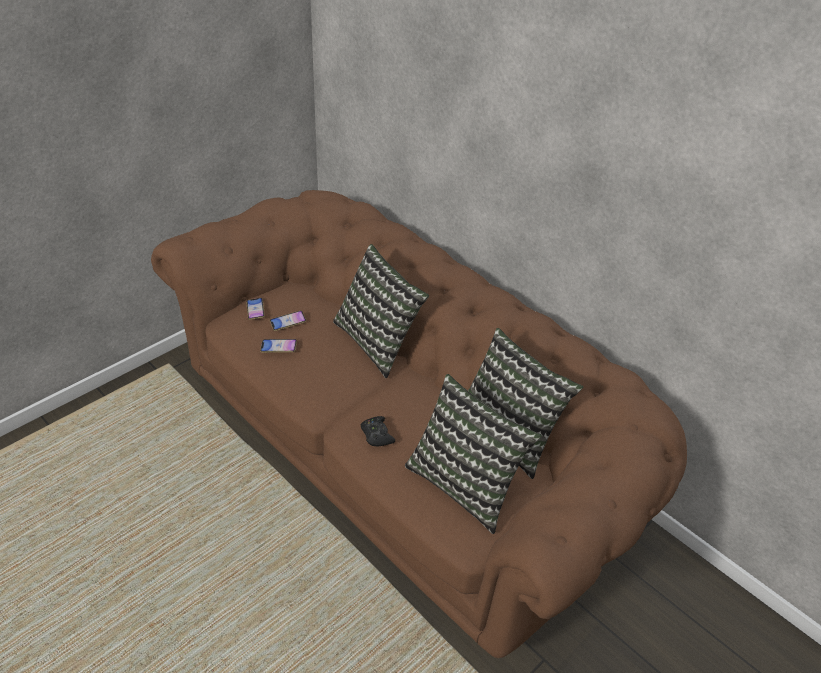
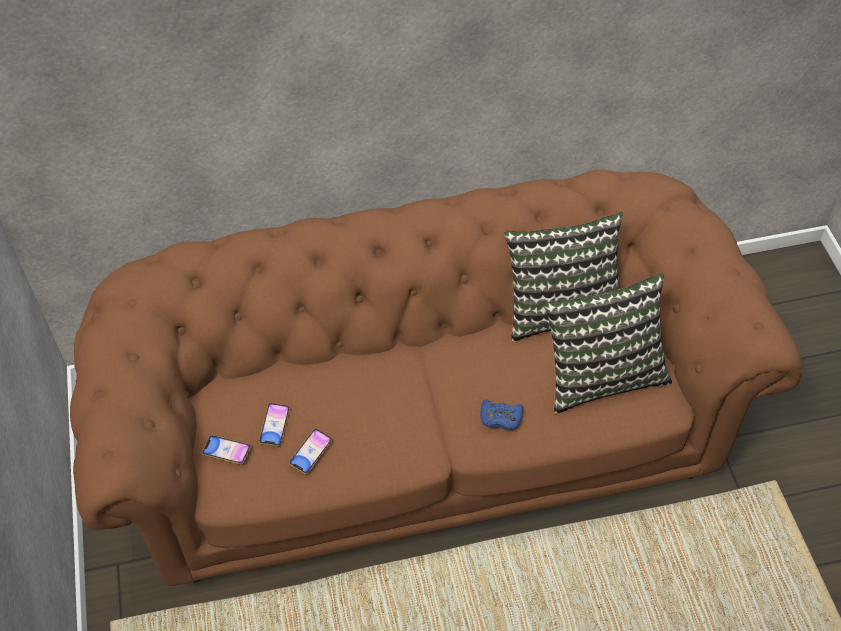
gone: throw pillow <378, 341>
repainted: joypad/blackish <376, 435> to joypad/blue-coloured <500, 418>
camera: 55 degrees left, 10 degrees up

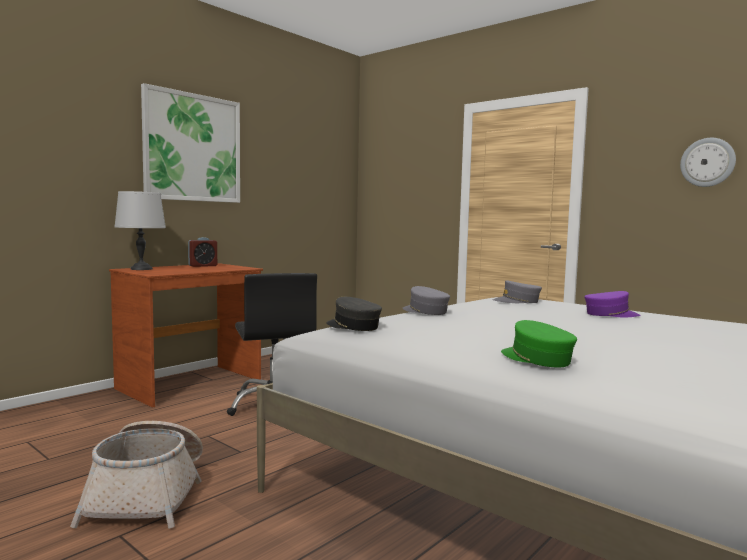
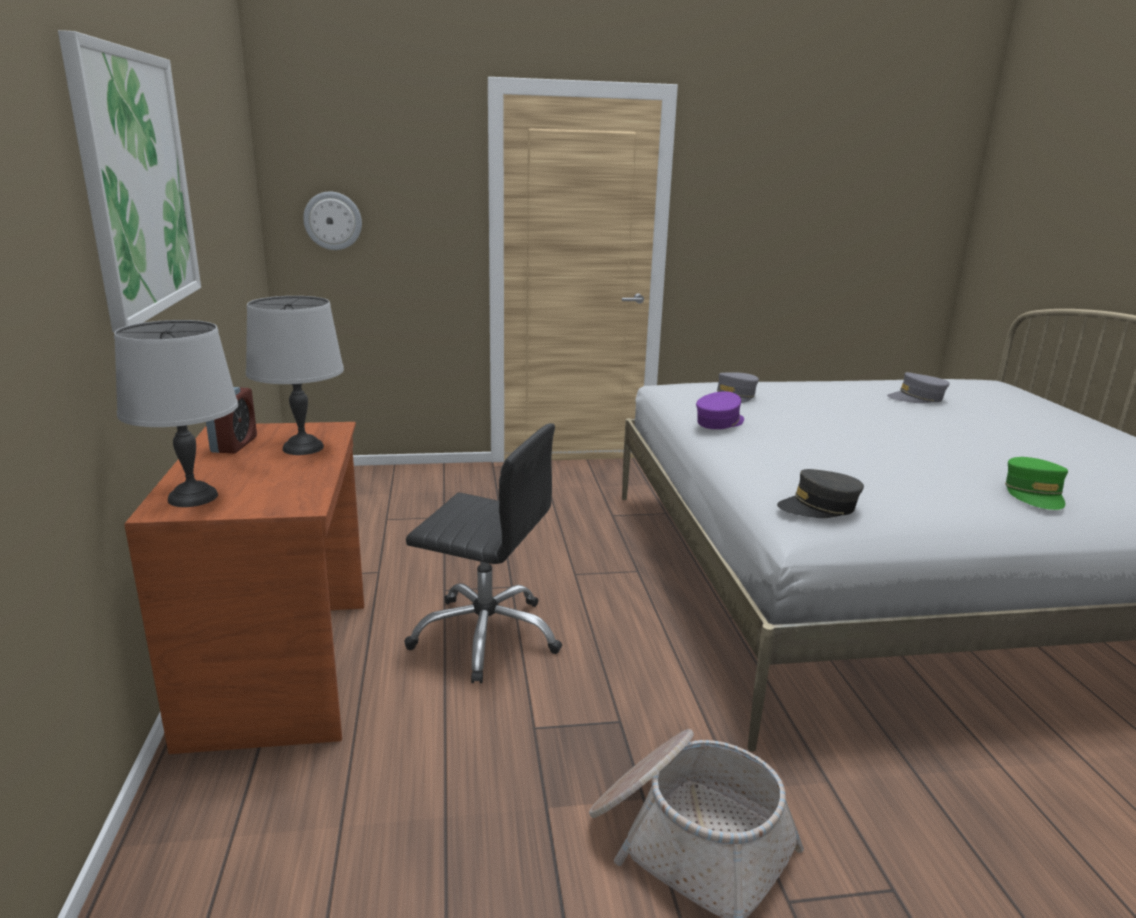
new: table lamp/grey <304, 448>
shifted: baseball cap/grey <425, 311> to <917, 398>; baseball cap/purple <610, 314> to <719, 422>; wall clock <707, 162> to <333, 221>
rotated: baseball cap/green-coloured <536, 359> = <1034, 494> 90 degrees counterclockwise
camera: 50 degrees left, 15 degrees up

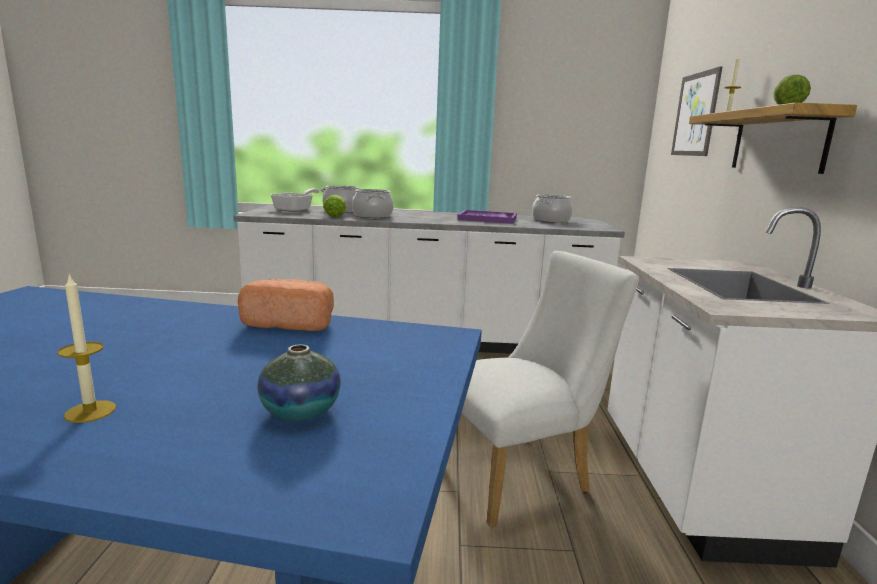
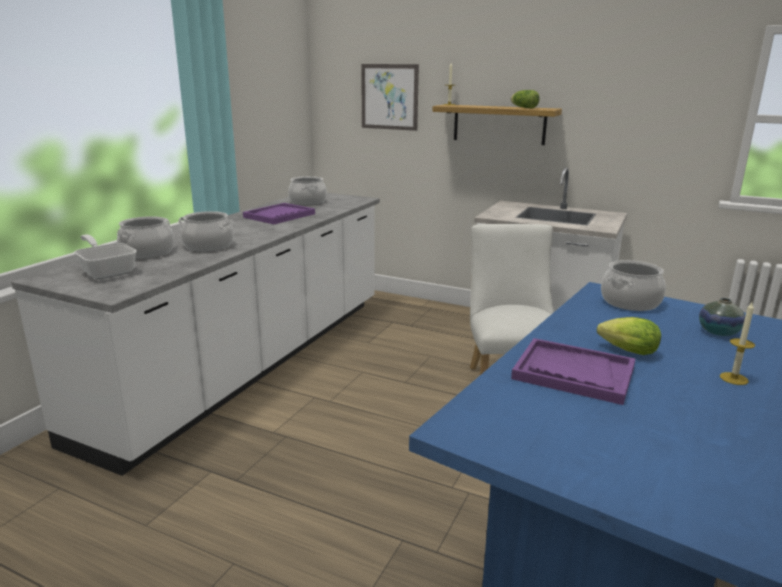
gone: baked bread <291, 323>
new: serving tray/purple <573, 373>; saucepot <630, 302>
shifted: lettuce head <336, 216> to <625, 351>
camera: 65 degrees left, 5 degrees up

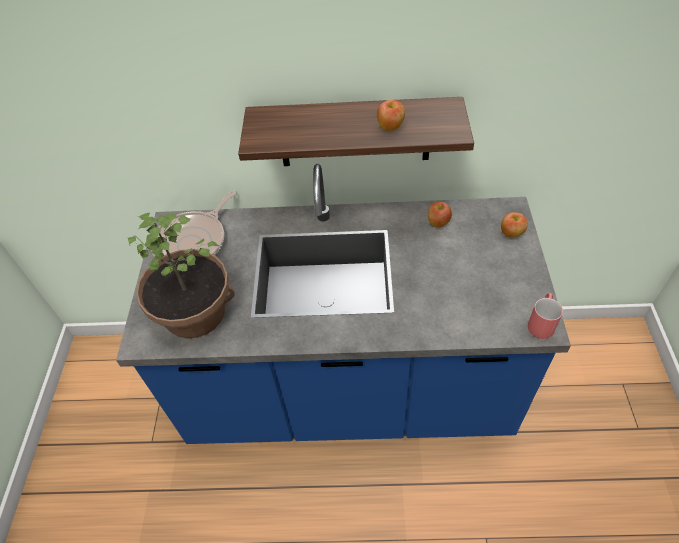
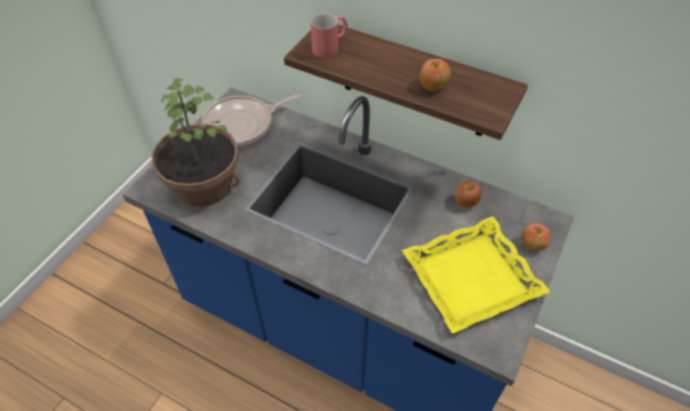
new: serving tray/yellow <472, 279>
shifted: tea mug/reddish <541, 322> to <330, 47>
camera: 25 degrees right, 0 degrees up

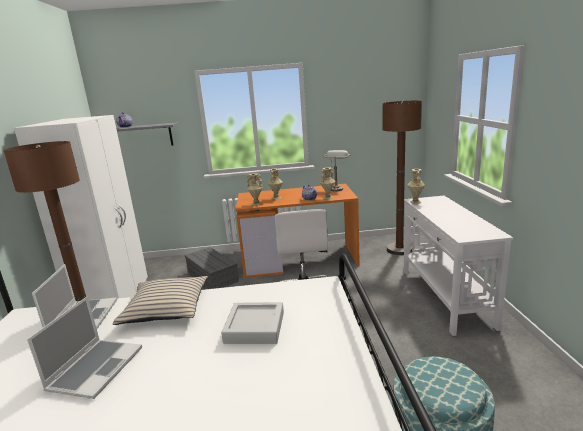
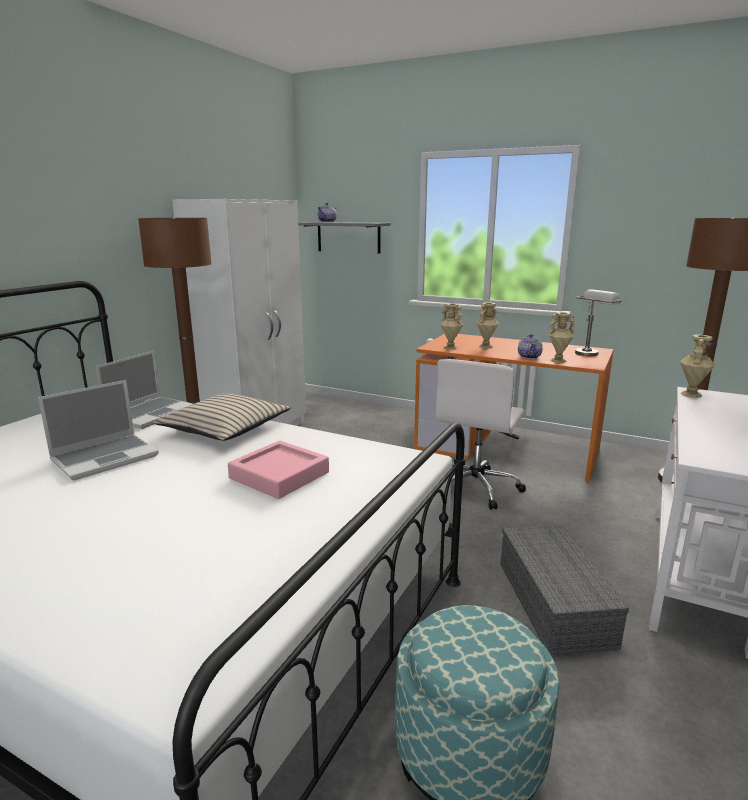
shifted: storage bin/grey <213, 276> to <556, 603>
repainted: serving tray/grey <254, 327> to serving tray/pinkish <279, 475>
camera: 30 degrees right, 0 degrees up

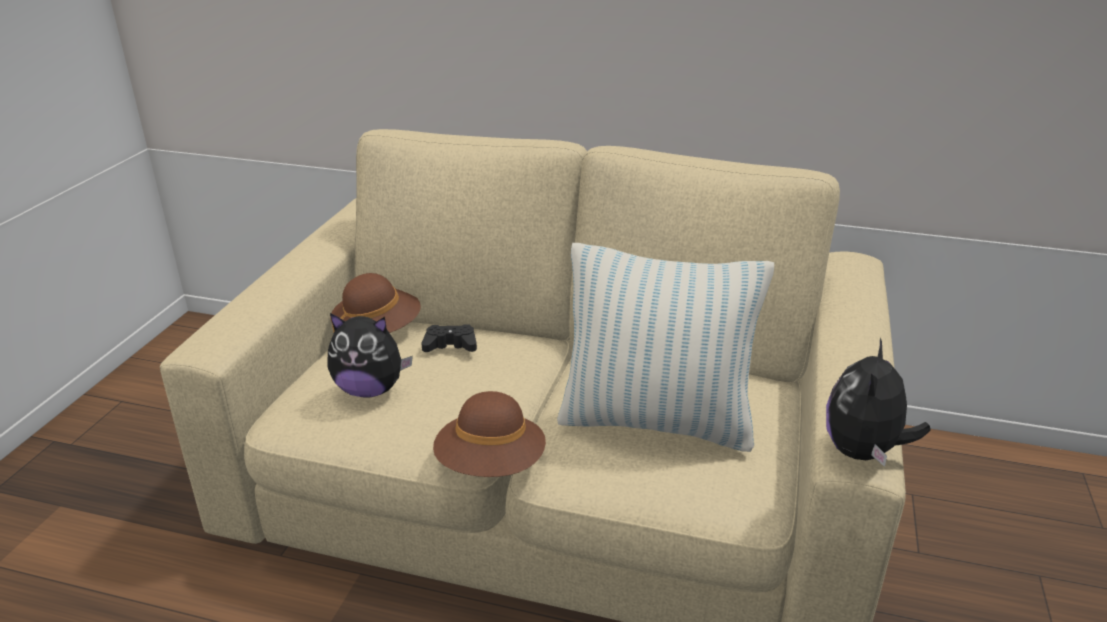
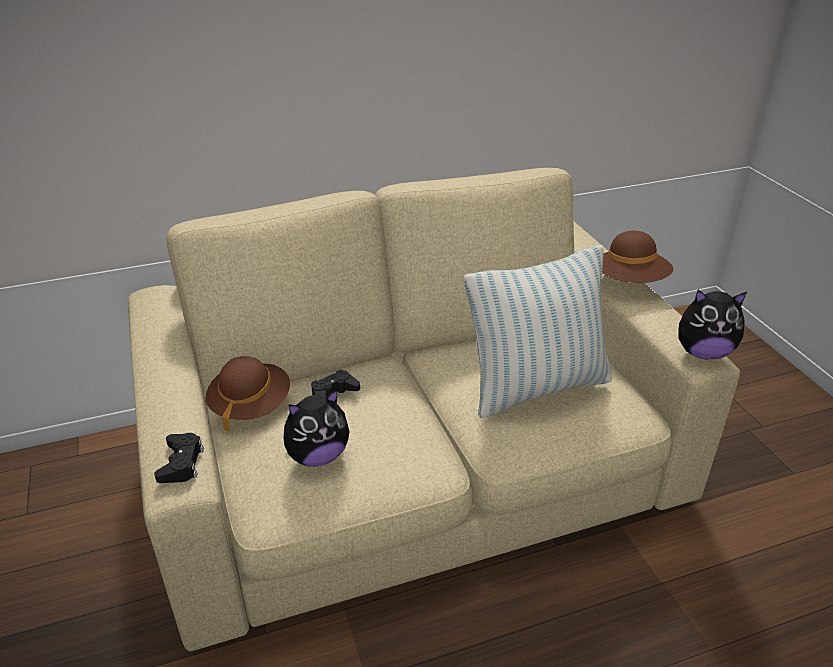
new: joypad/blackish <181, 463>
shifted: clothing hat/brown-coloured <491, 465> to <630, 281>
rotated: cuddly toy <863, 452> = <702, 352> 75 degrees counterclockwise
camera: 35 degrees left, 5 degrees up

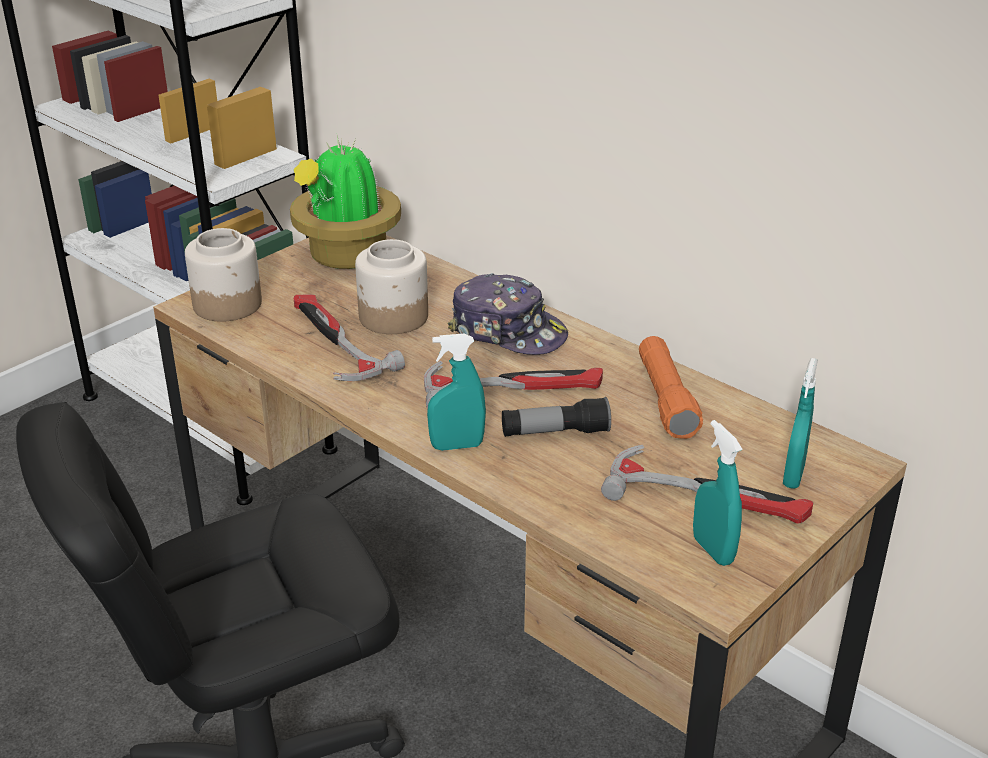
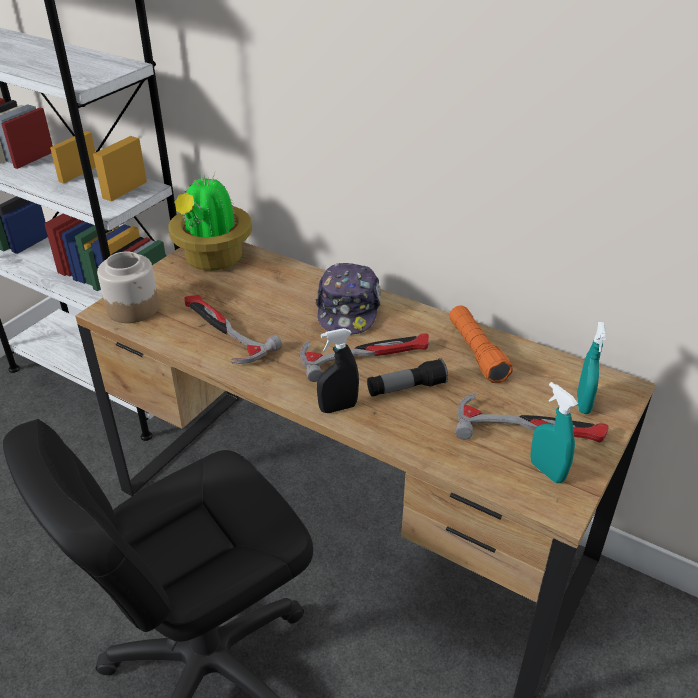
gone: storage jar <393, 317>
repainted: hand sprayer/turquoise <457, 446> to hand sprayer/blackish <338, 408>
rotated: baseball cap <508, 331> = <348, 309> 75 degrees clockwise
camera: 10 degrees left, 5 degrees up

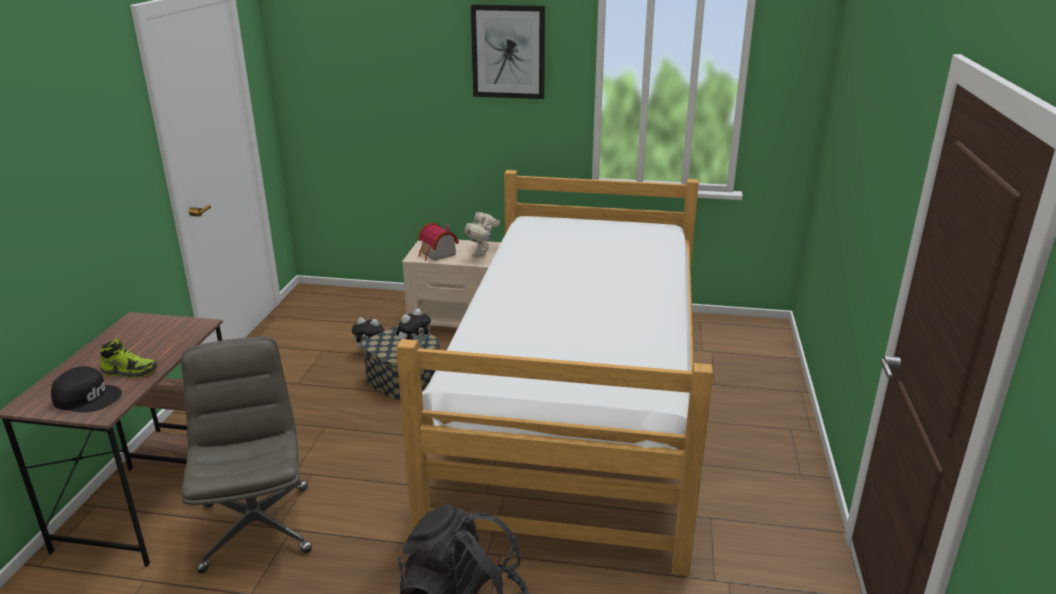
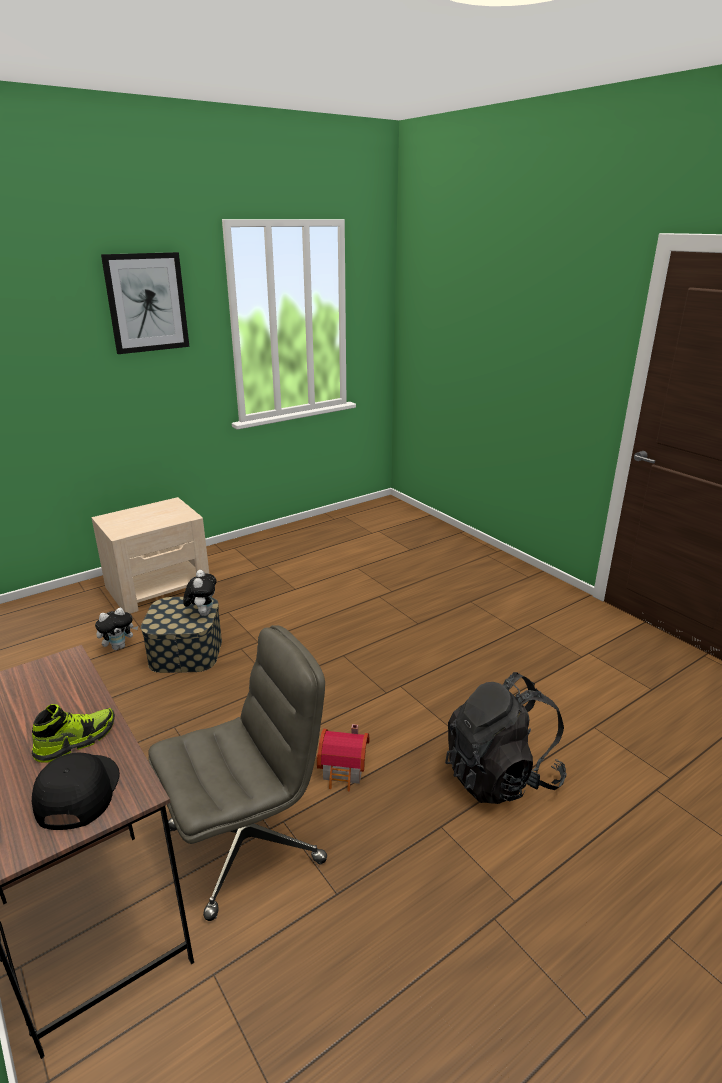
gone: bedroom bed <577, 410>; toy robot <482, 253>
shifted: model house <437, 254> to <345, 770>
rotated: baseball cap/blackish <88, 397> = <76, 793> 60 degrees counterclockwise; office chair/grey <256, 526> = <247, 843> 120 degrees clockwise
camera: 45 degrees left, 0 degrees up

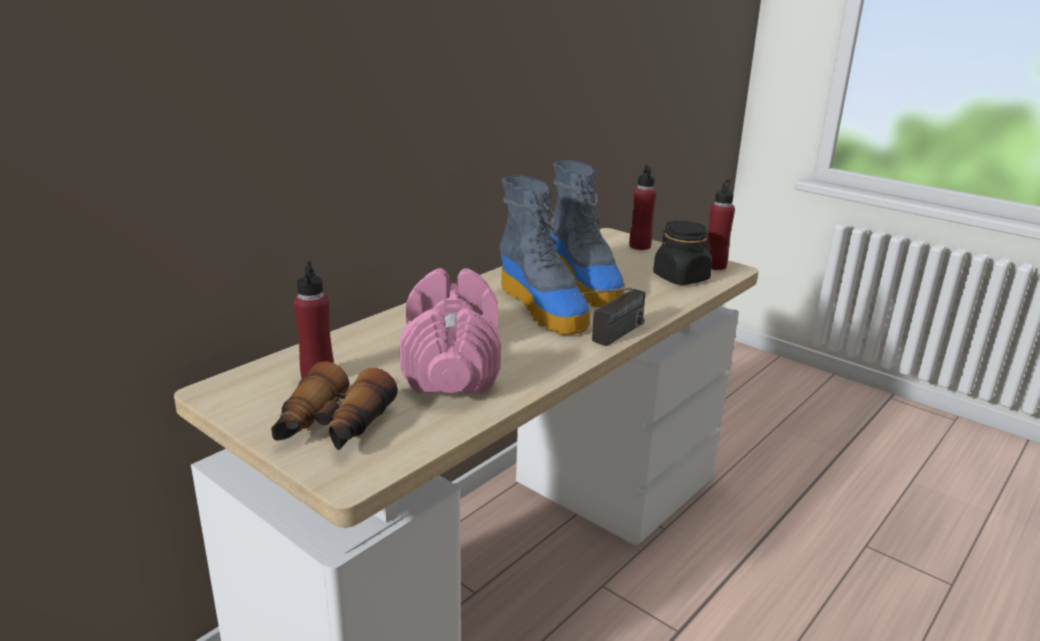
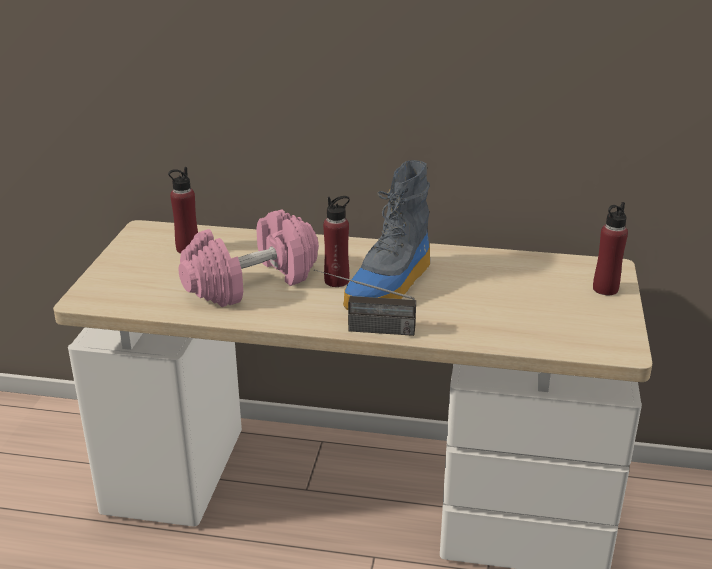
gone: field glasses <332, 428>; high-top boot <585, 283>; storage jar/blackish <681, 278>
shifted: drink bottle/reddish <714, 265> to <337, 281>
camera: 60 degrees right, 5 degrees up

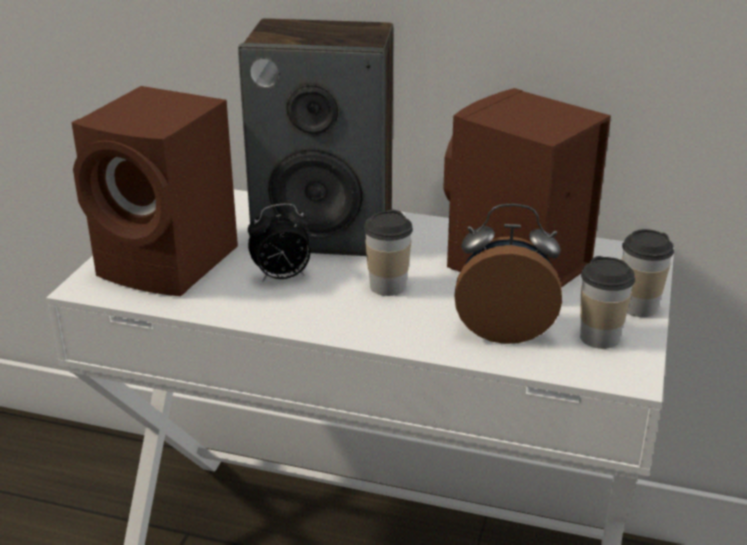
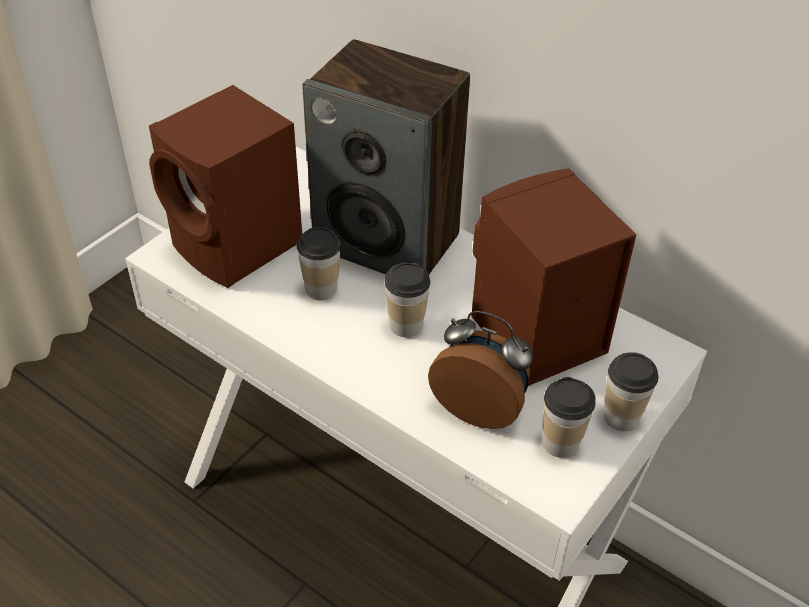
swapped: bedside clock <281, 277> to cup <321, 288>
camera: 20 degrees right, 15 degrees up

